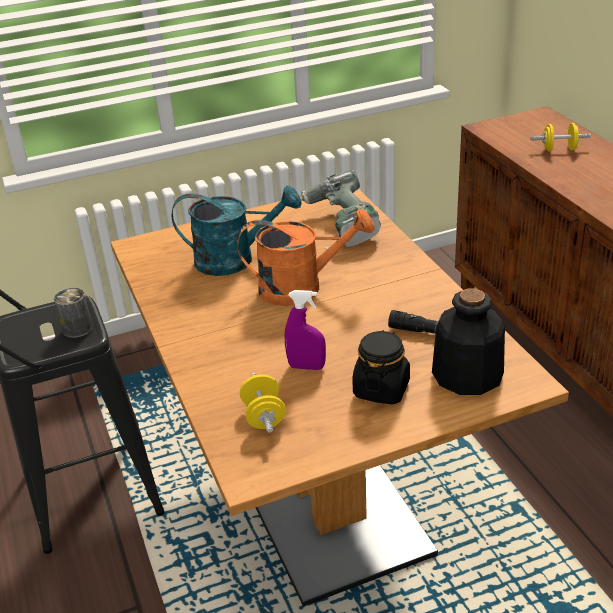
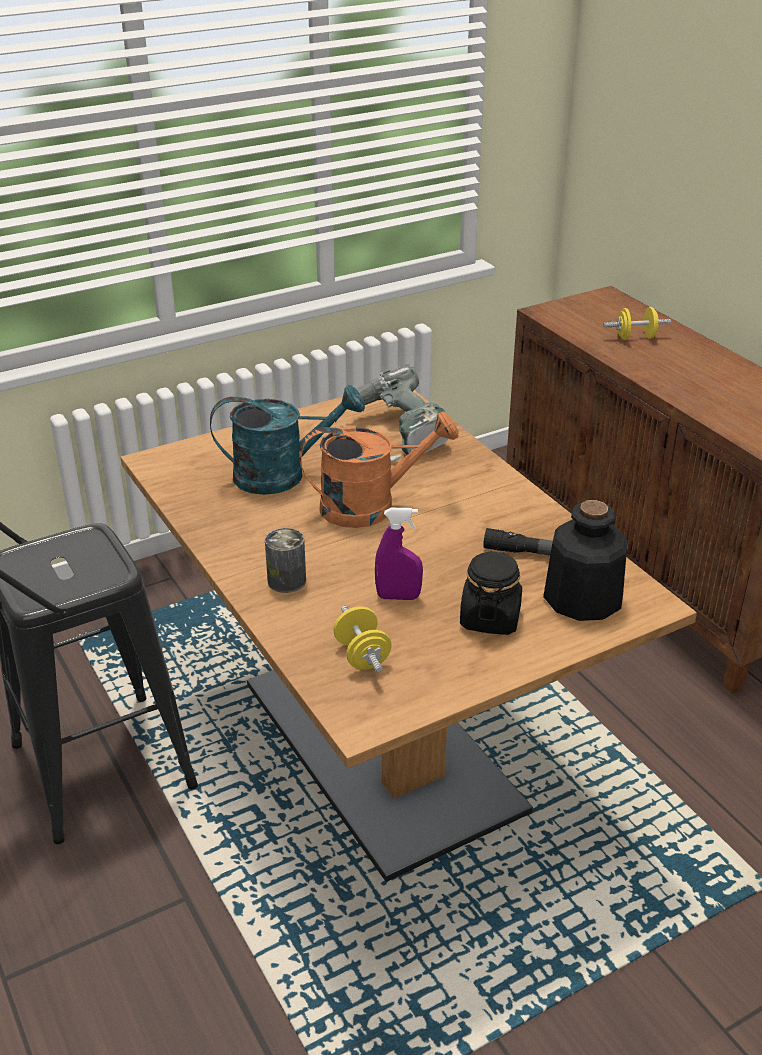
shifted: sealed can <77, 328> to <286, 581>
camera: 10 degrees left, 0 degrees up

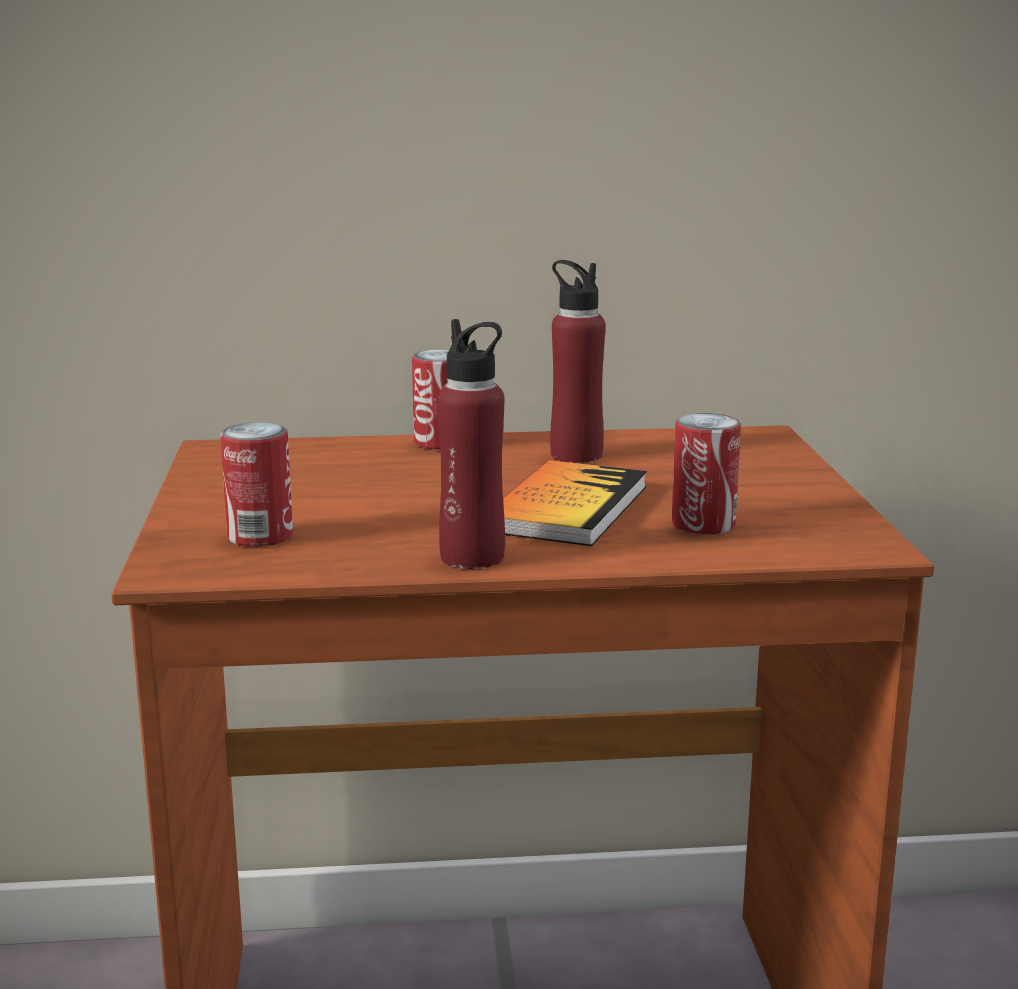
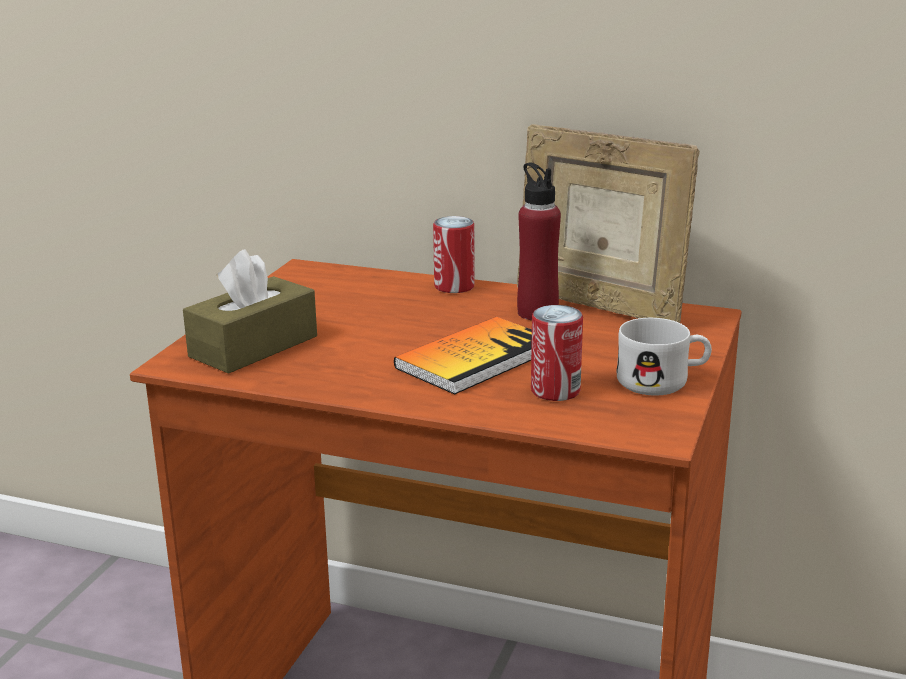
gone: drink bottle/reddish <472, 557>
new: standing frame <598, 306>; tea mug/white <663, 381>
swapped: sealed can <260, 536> to tissue box/brown-coloured <253, 346>
camera: 25 degrees right, 5 degrees up

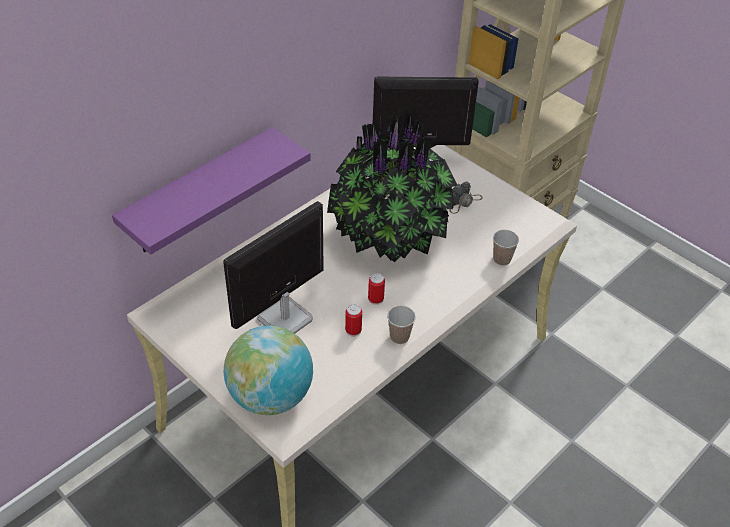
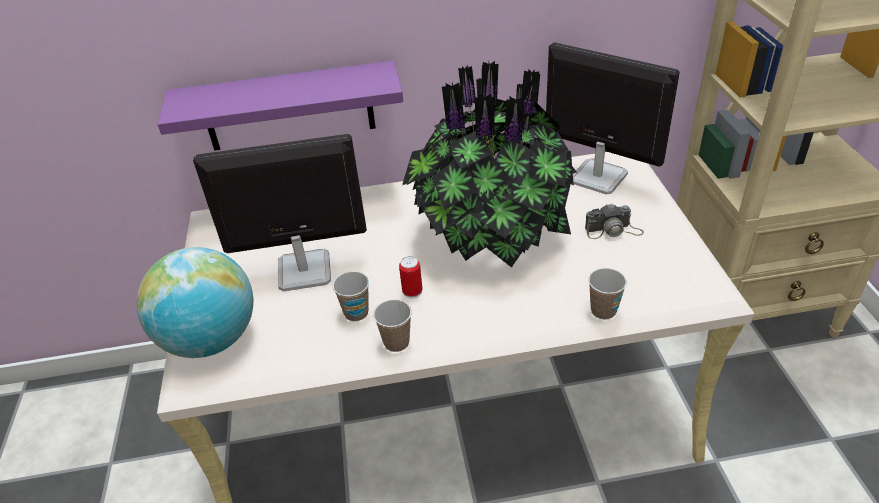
swapped: sealed can <353, 330> to cup <356, 313>
camera: 40 degrees right, 5 degrees down

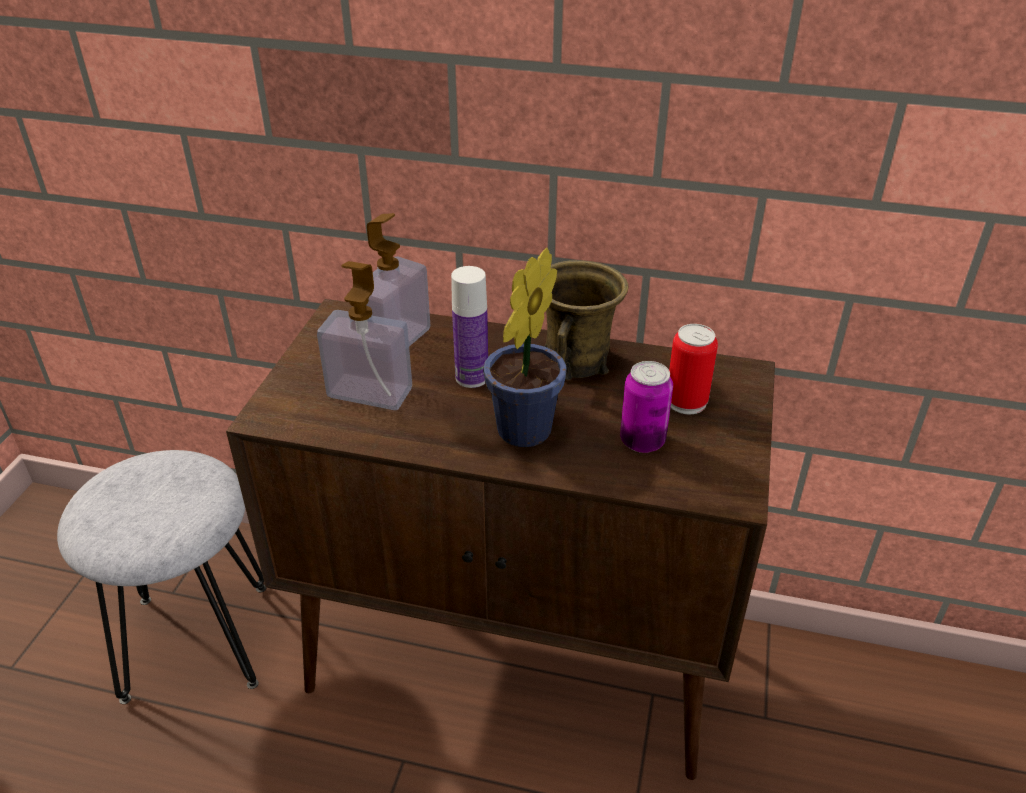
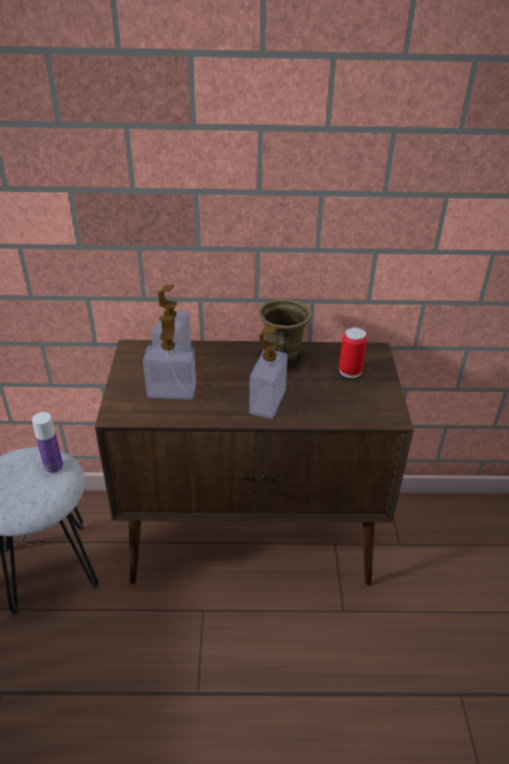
gone: sealed can <642, 441>
shifted: drink bottle <472, 377> to <53, 467>
swapped: houseplant <520, 434> to soap dispenser <267, 402>
camera: 15 degrees left, 0 degrees up

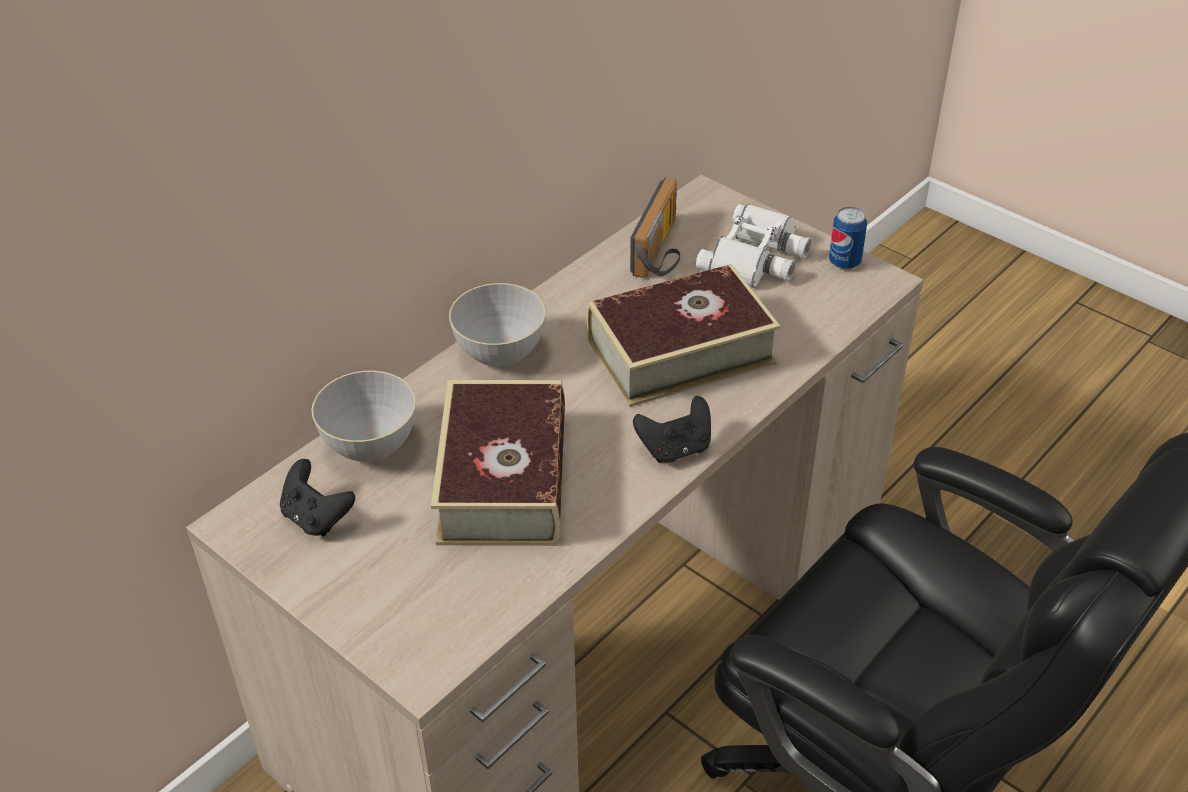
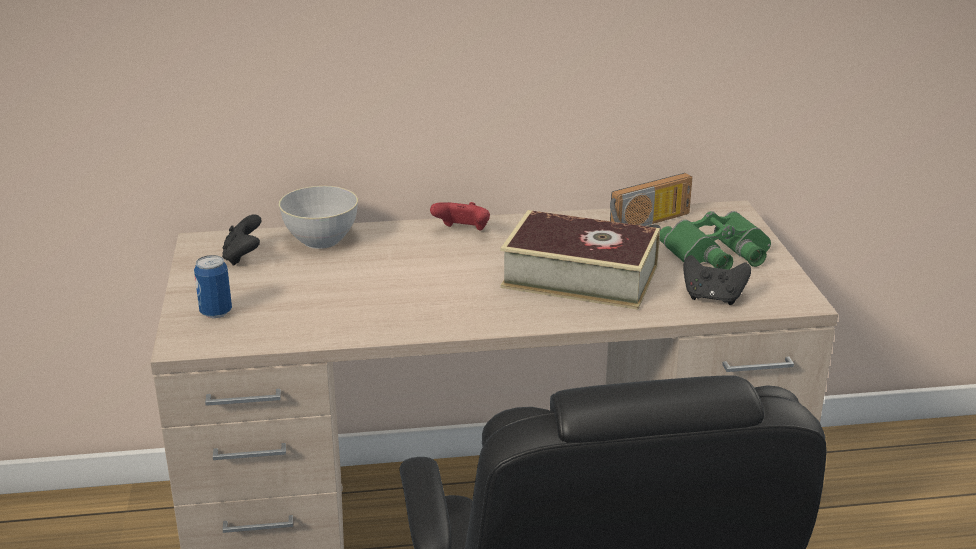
gone: volume <503, 479>
shifted: joypad/blackish <675, 448> to <713, 298>; sealed can <844, 262> to <216, 312>
swapped: deep dish/grey <500, 353> to joypad/reddish <462, 232>
repainted: field glasses/white <757, 257> to field glasses/green-coloured <718, 253>
camera: 40 degrees right, 15 degrees down

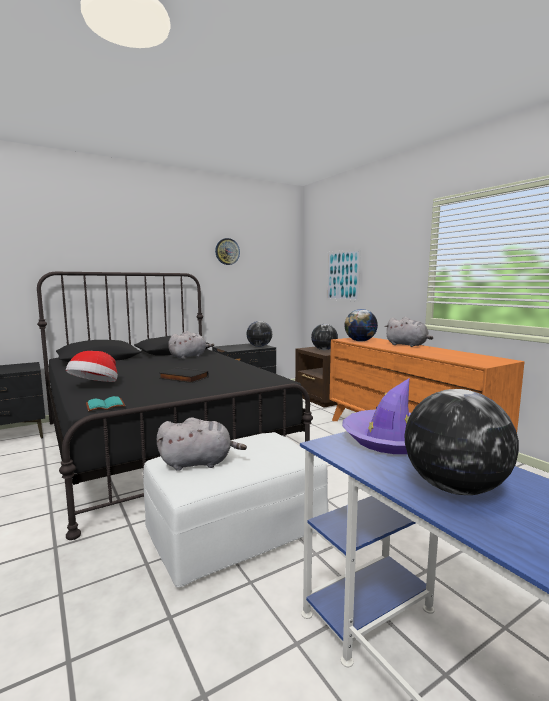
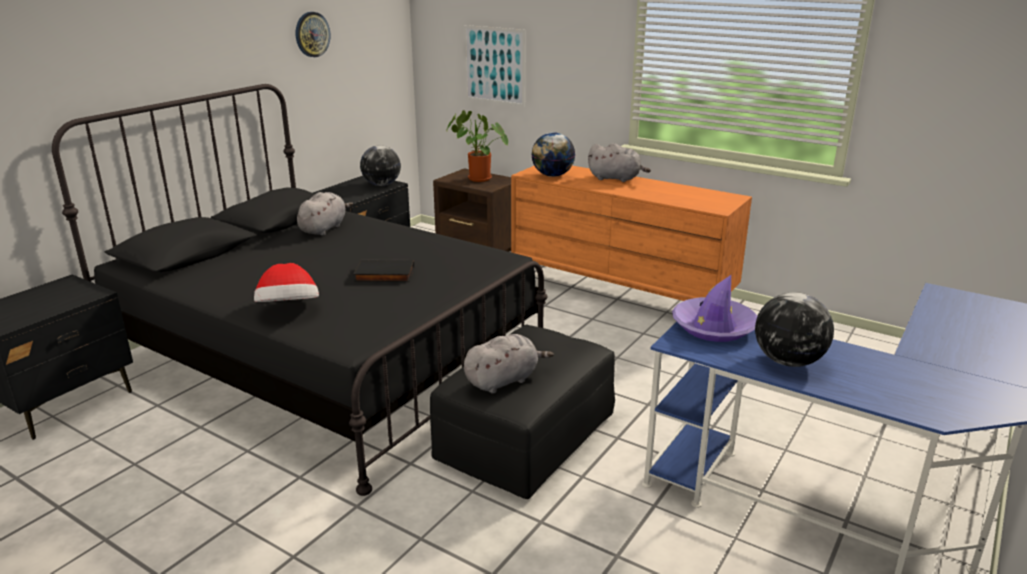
gone: volume/turquoise <106, 405>
swapped: desk globe <324, 350> to houseplant <476, 179>
repainted: footrest/white <236, 529> to footrest/blackish <526, 437>
camera: 25 degrees left, 15 degrees up

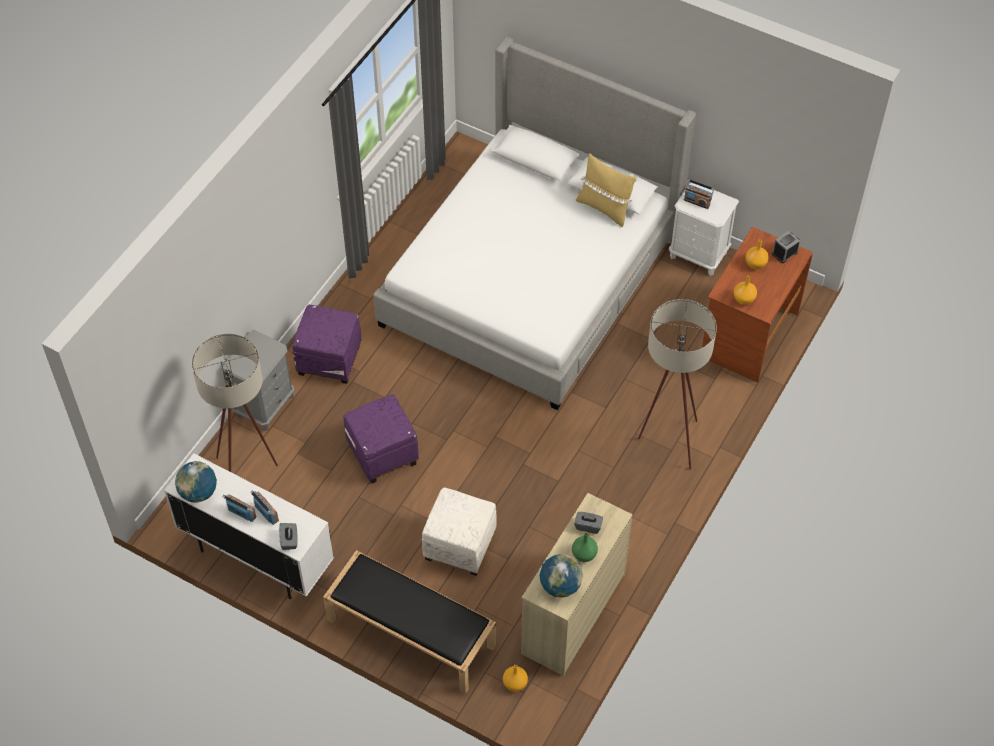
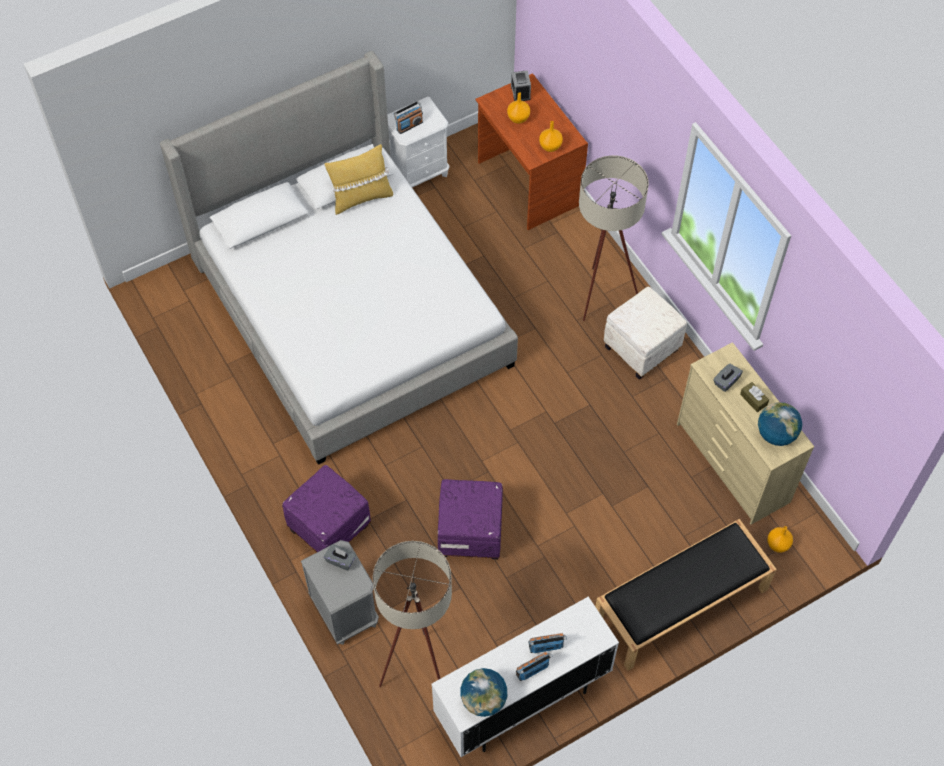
shifted: tissue box/grey <289, 540> to <341, 560>; footrest/white <460, 546> to <641, 347>
swapped: vase/green-coloured <584, 554> to tissue box/brown-coloured <753, 399>
camera: 60 degrees left, 5 degrees up

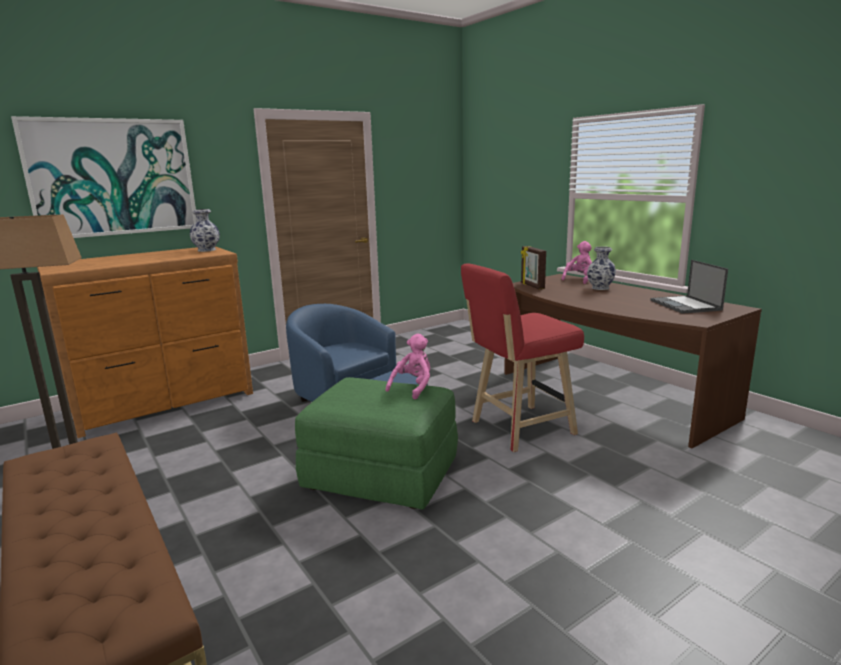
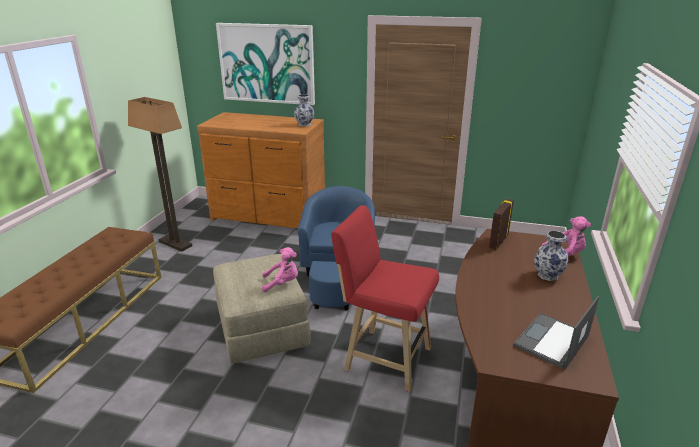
repainted: footrest/green-coloured <382, 474> to footrest/beige-coloured <262, 329>
camera: 50 degrees right, 10 degrees up

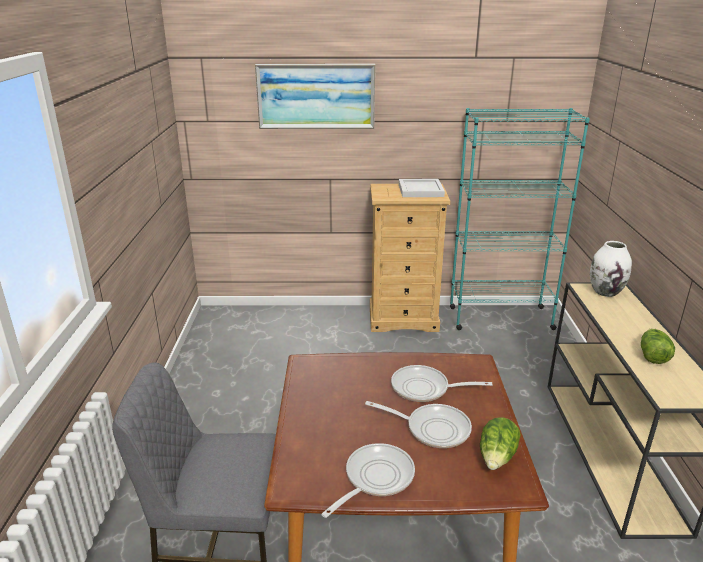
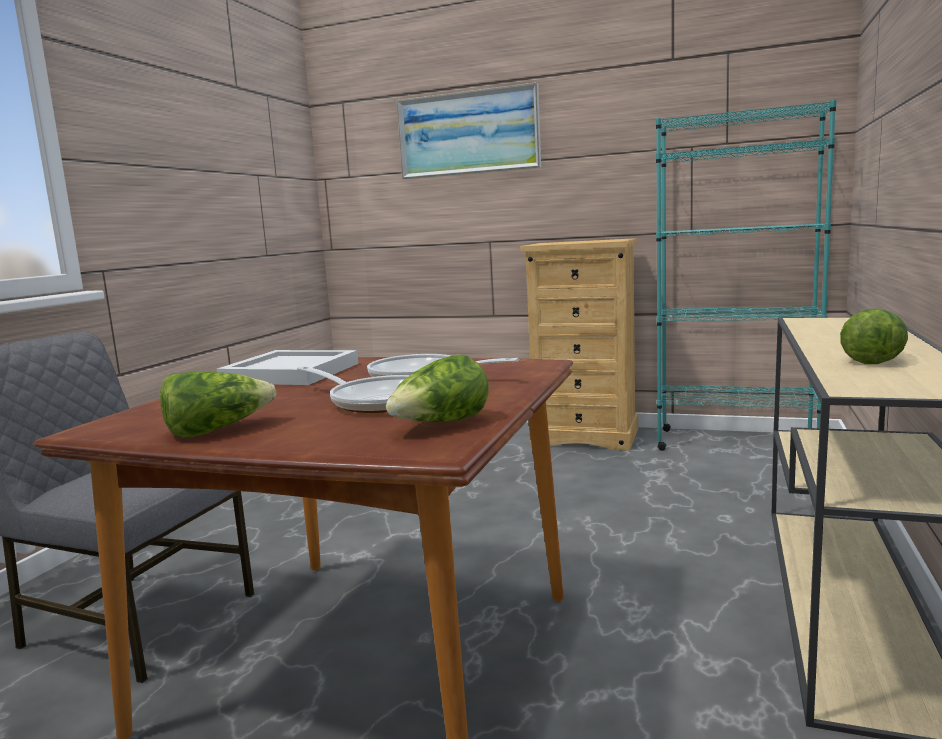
gone: vase/white <605, 292>
shifted: serving tray/white <421, 190> to <293, 372>
swapped: pan <375, 478> to lettuce head <217, 430>
camera: 20 degrees right, 15 degrees down

